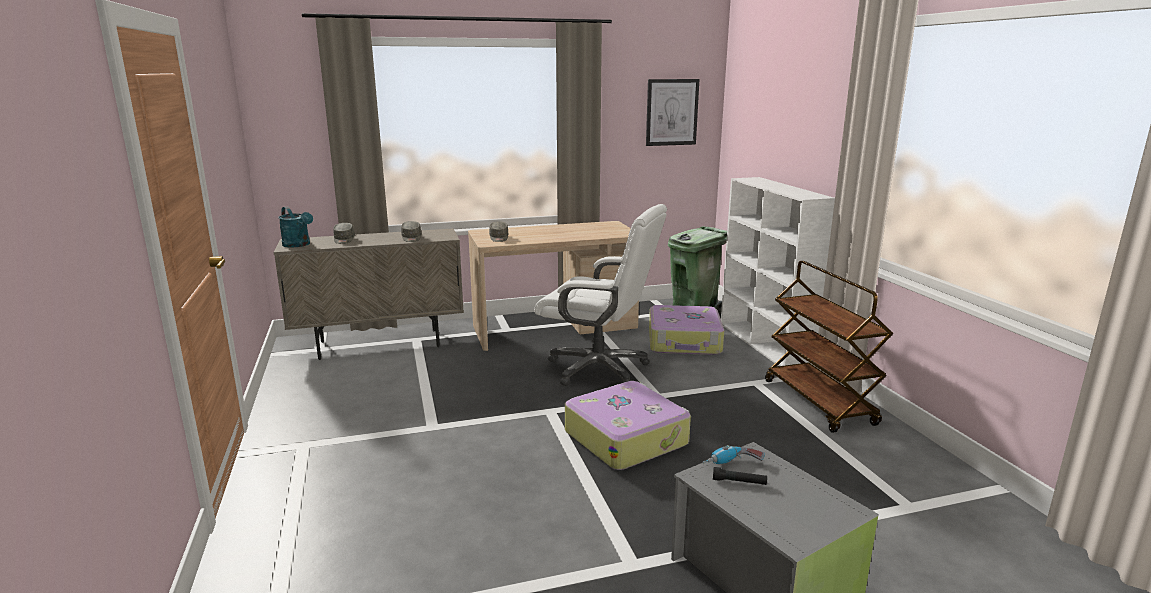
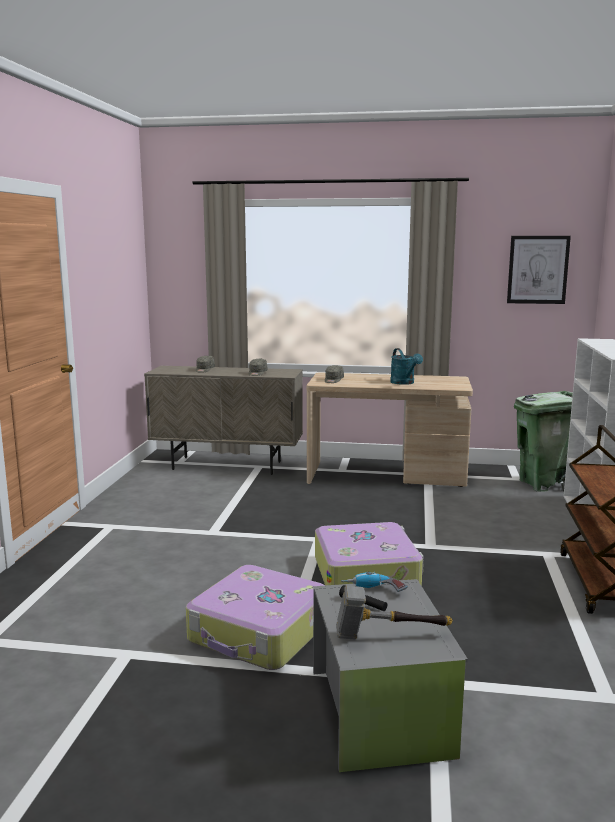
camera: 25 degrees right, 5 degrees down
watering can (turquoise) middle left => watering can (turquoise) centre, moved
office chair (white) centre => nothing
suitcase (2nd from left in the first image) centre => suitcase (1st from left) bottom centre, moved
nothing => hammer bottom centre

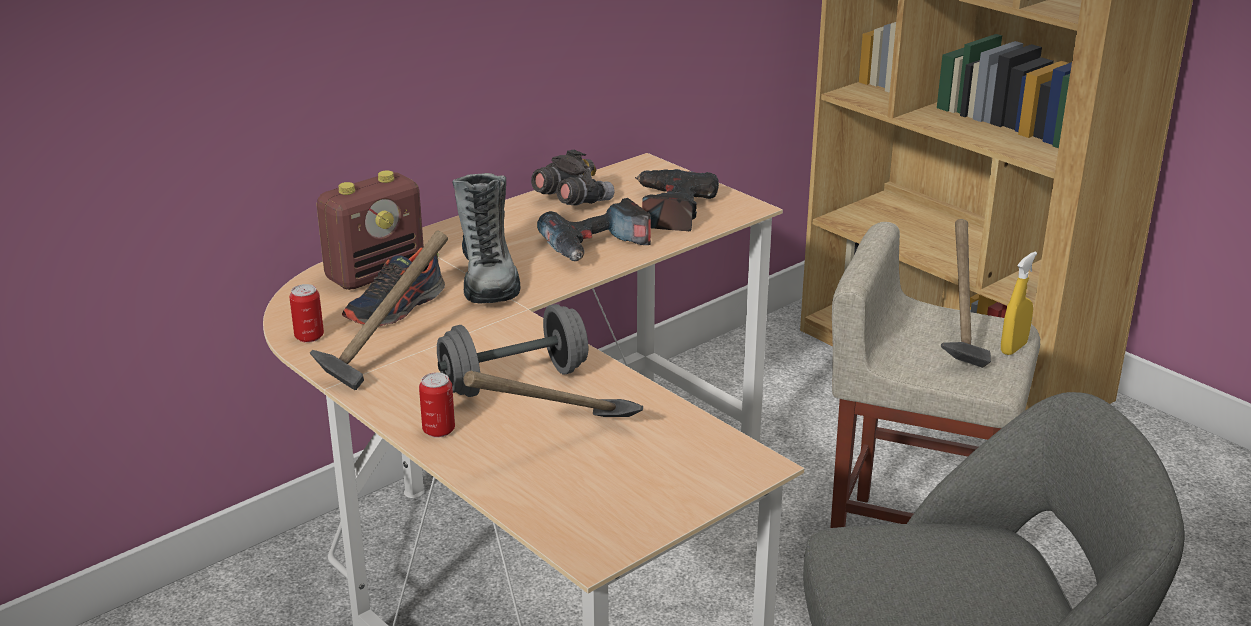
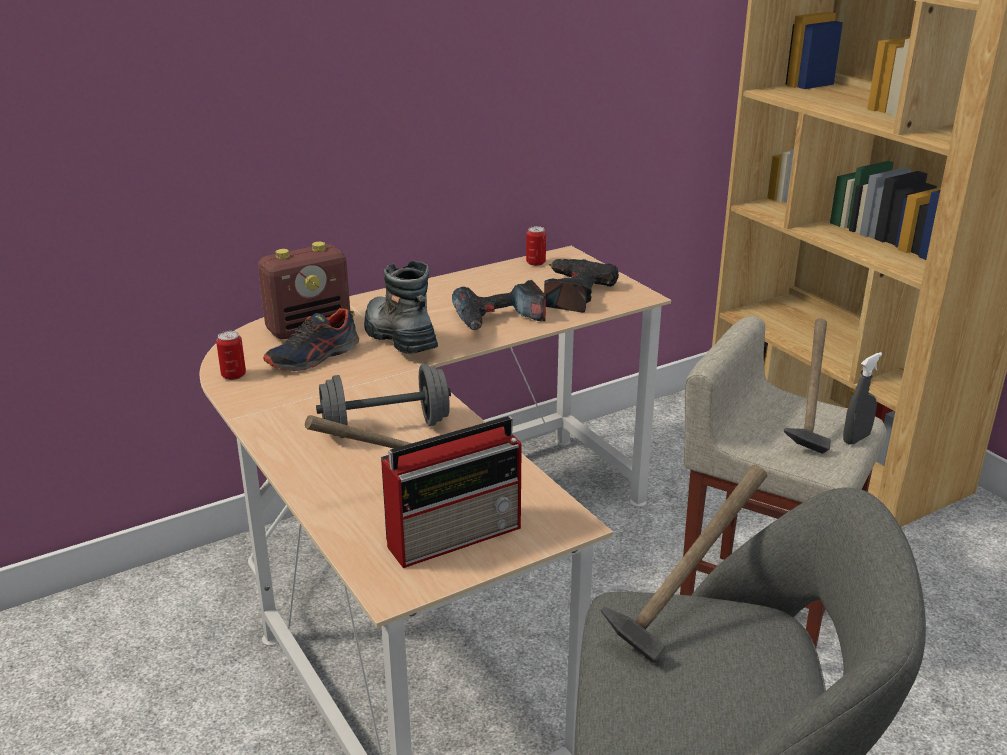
camera: 10 degrees right, 0 degrees up
hammer (1st from left in the first image) middle left => hammer (2nd from left) bottom right, moved
can (2nd from left) centre => can (2nd from left) top centre, moved
boot centre, 150 degrees clockwise
binoculars (grey) top centre => nothing
spray bottle (yellow) middle right => spray bottle (grey) middle right
nothing => radio (2nd from left) centre

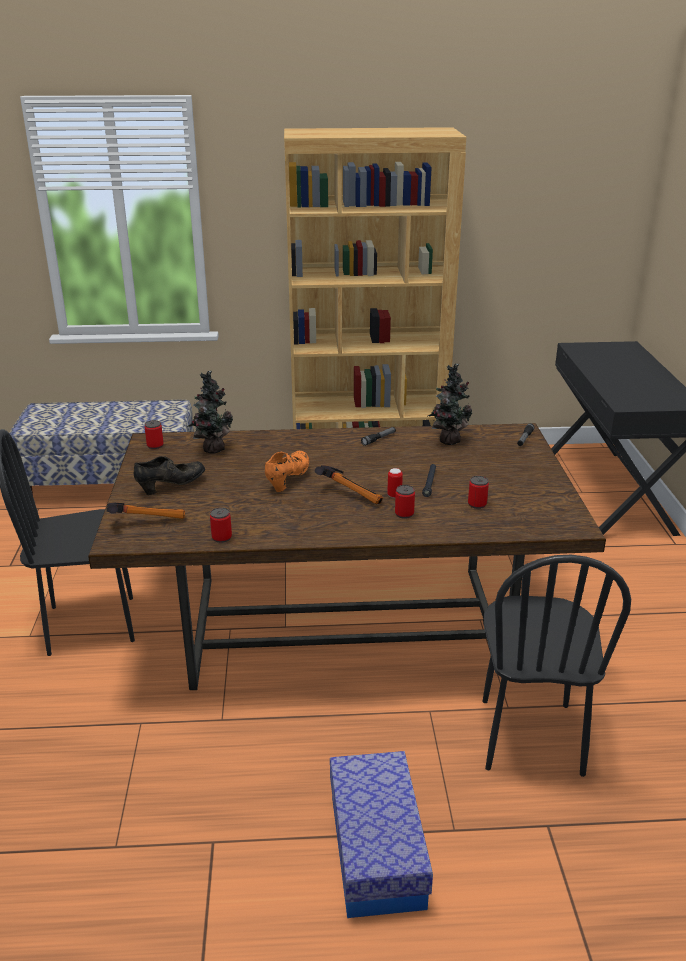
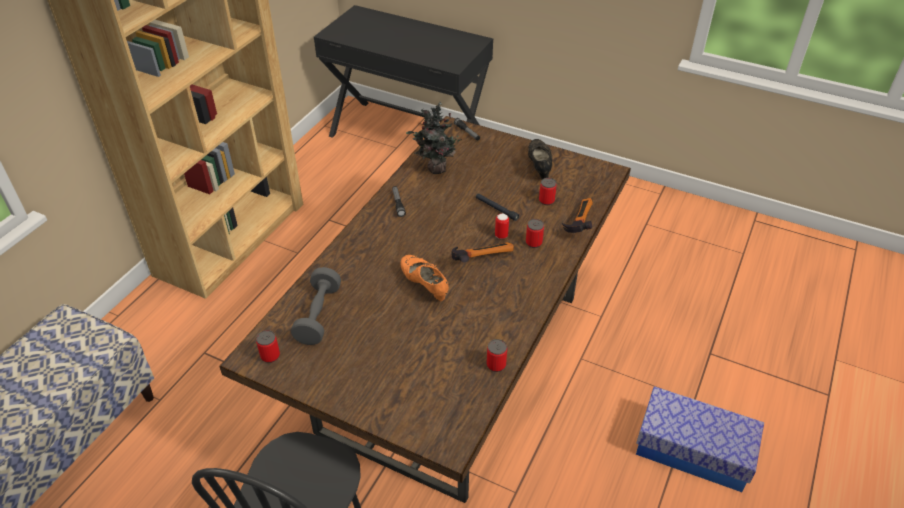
camera: 60 degrees left, 15 degrees up
hammer (1st from left in the first image) middle left => hammer (2nd from left) centre, moved
shoe (black) middle left => shoe (black) top centre, moved
potted plant (1st from left) middle left => dumbbell (grey) centre
chair (black) (2nd from left) bottom right => nothing

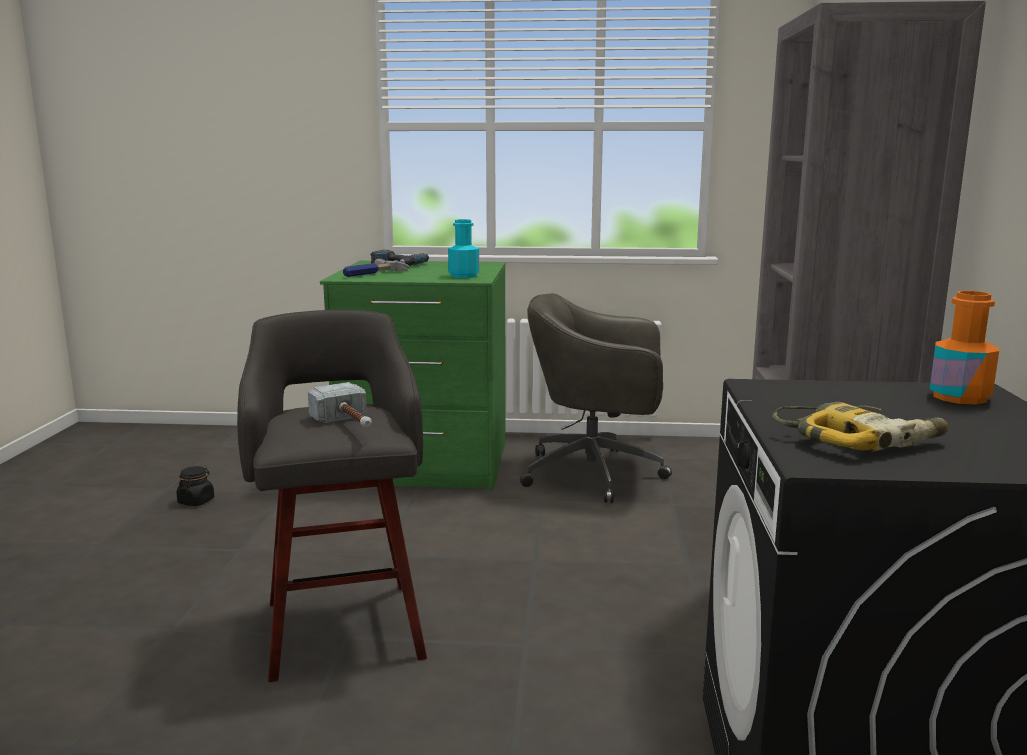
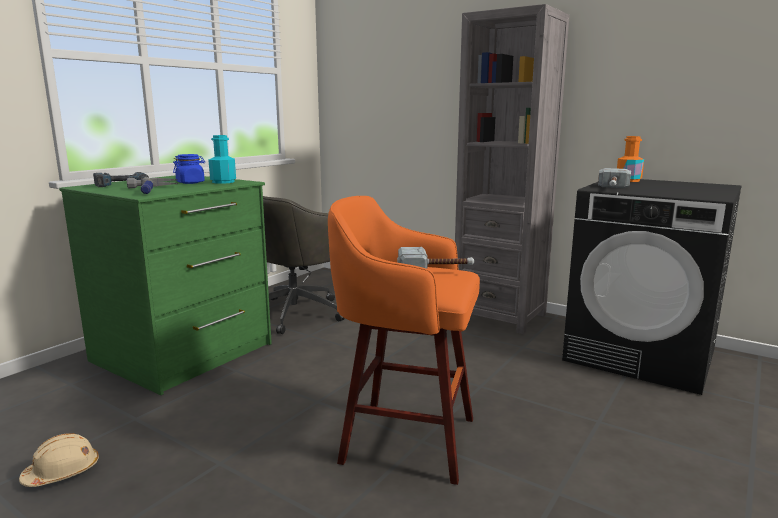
camera: 60 degrees left, 0 degrees up
jar (black) middle left => hard hat (beige) bottom left
stool (grey) middle left => stool (orange) centre
power drill (2nd from left) middle right => nothing
nothing => jar (blue) top left
nothing => hammer (3rd from left) middle right

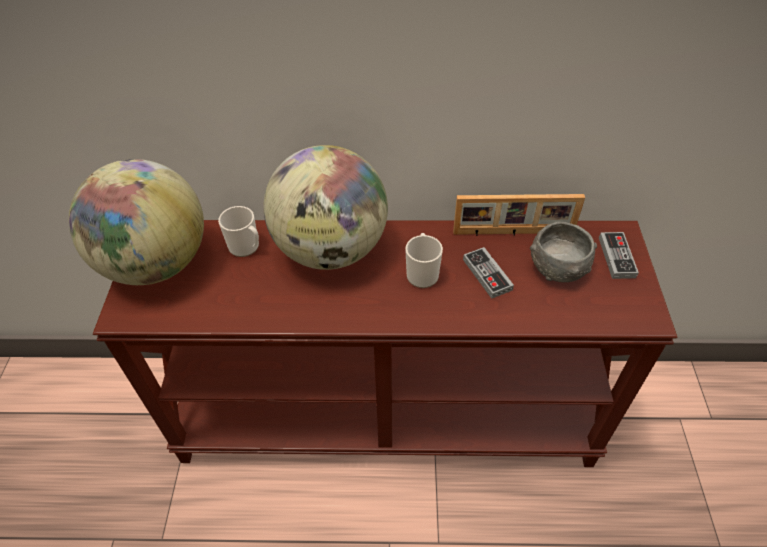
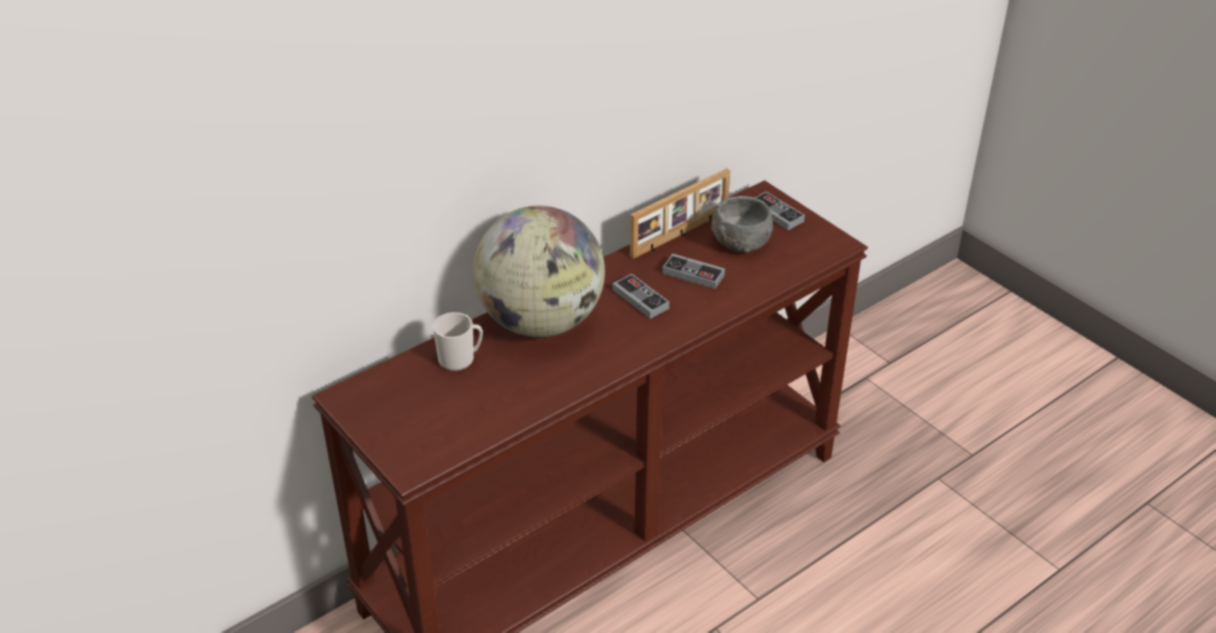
camera: 40 degrees left, 10 degrees down
globe (1st from left) middle left => nothing
mug (2nd from left) centre => game controller (1st from left) centre

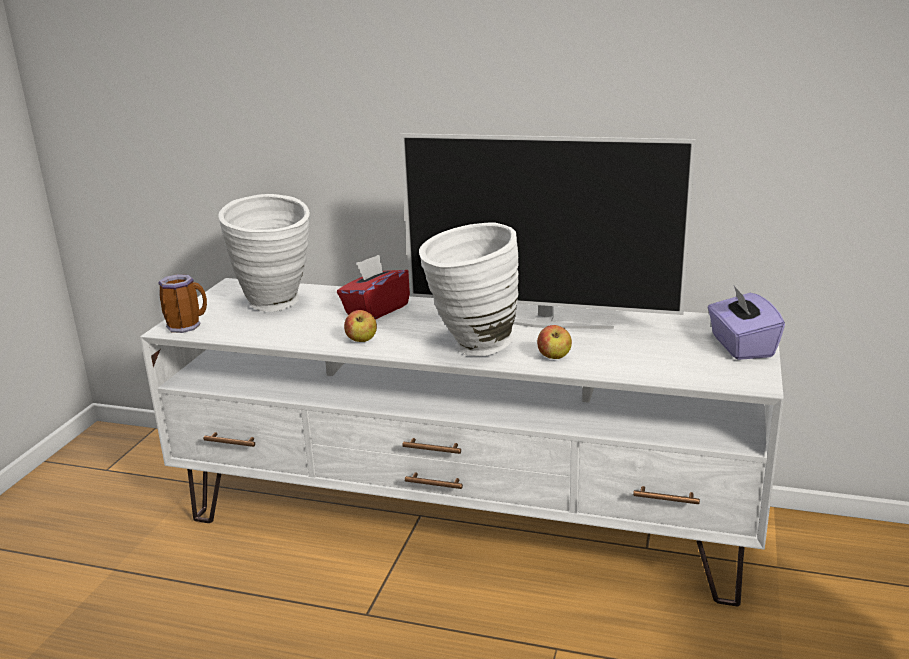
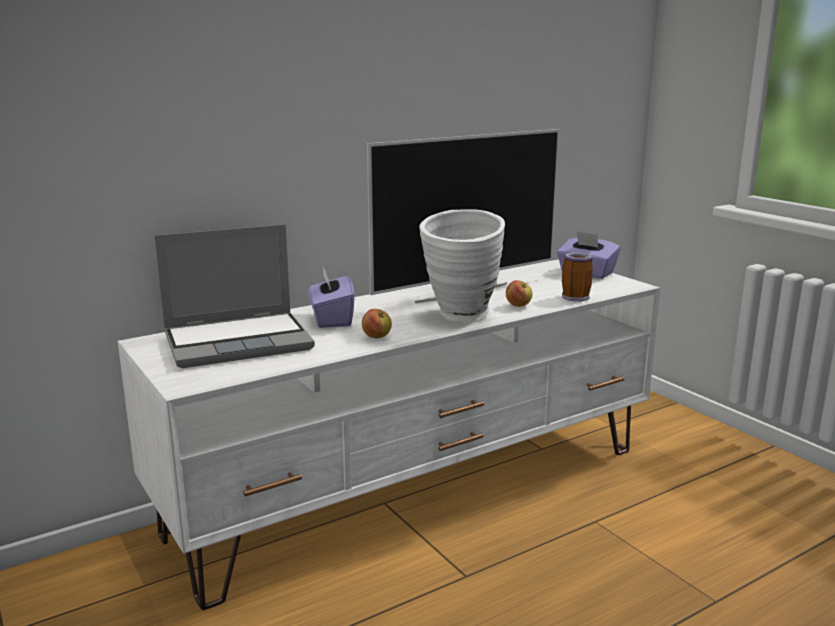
camera: 50 degrees left, 5 degrees down
mug middle left => mug middle right, moved
vase (white) (1st from left) middle left => laptop middle left
tissue box (red) centre => tissue box (purple) (1st from left) centre

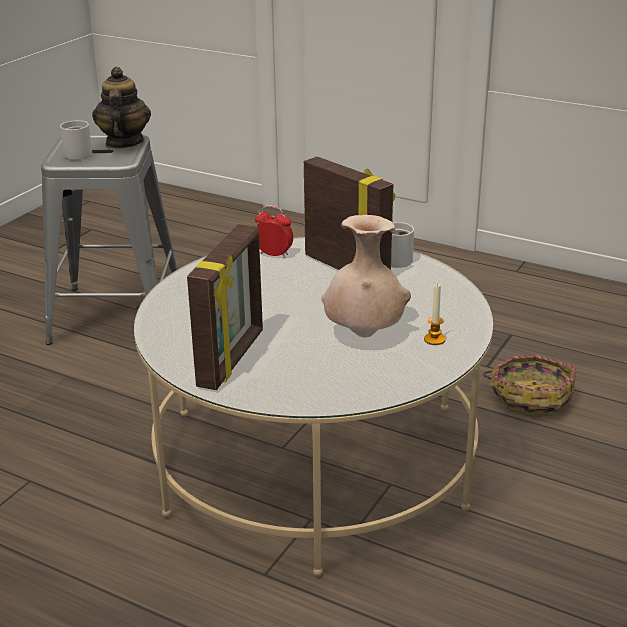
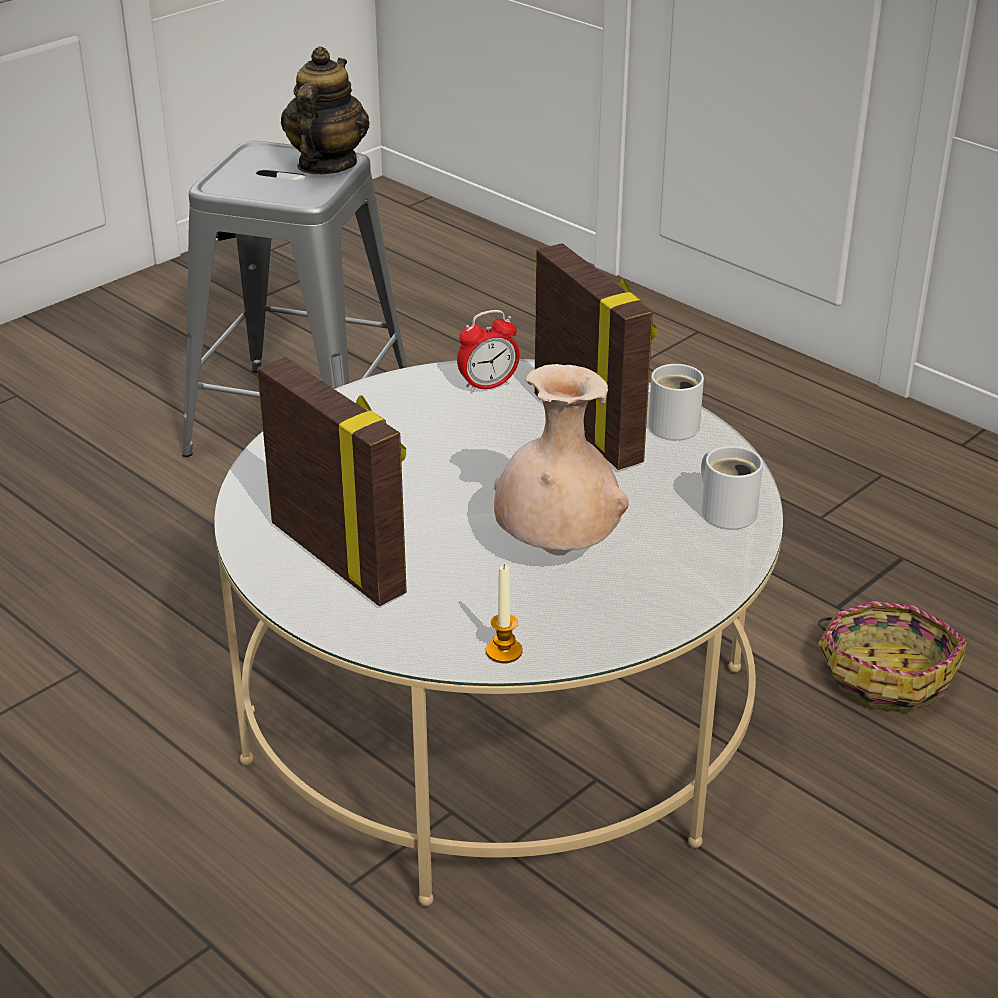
camera: 15 degrees right, 5 degrees up
mug (white) (1st from left in the first image) top left => mug (white) (2nd from left) middle right, moved
picture frame (1st from left) centre => picture frame (1st from left) middle left, 75 degrees counterclockwise
alarm clock centre, 120 degrees clockwise
candle middle right => candle centre, moved

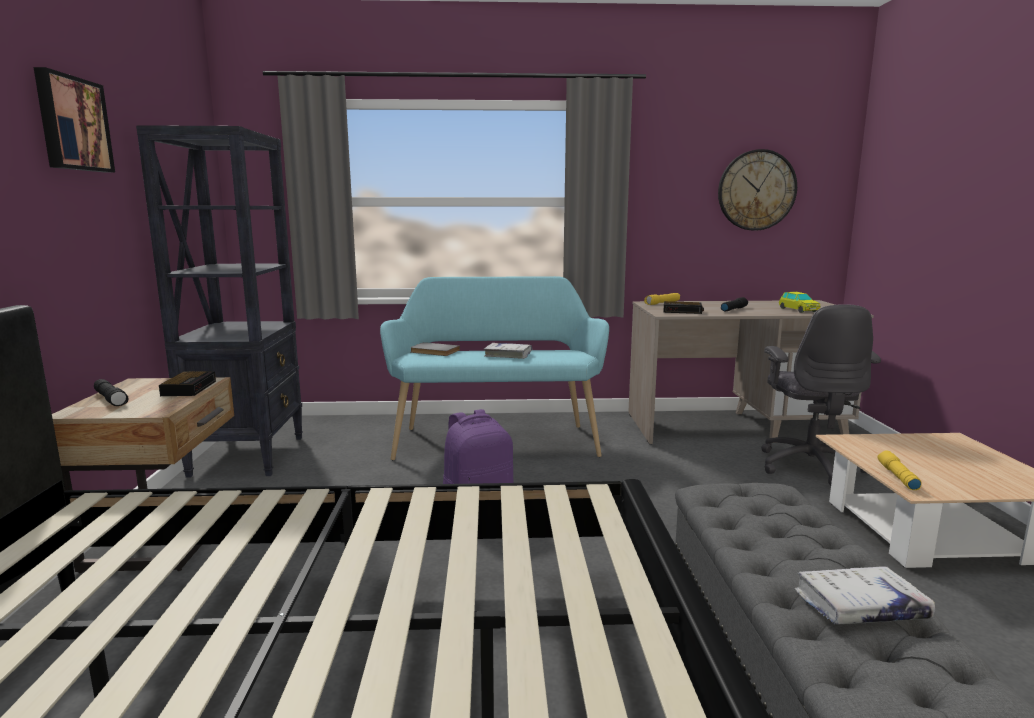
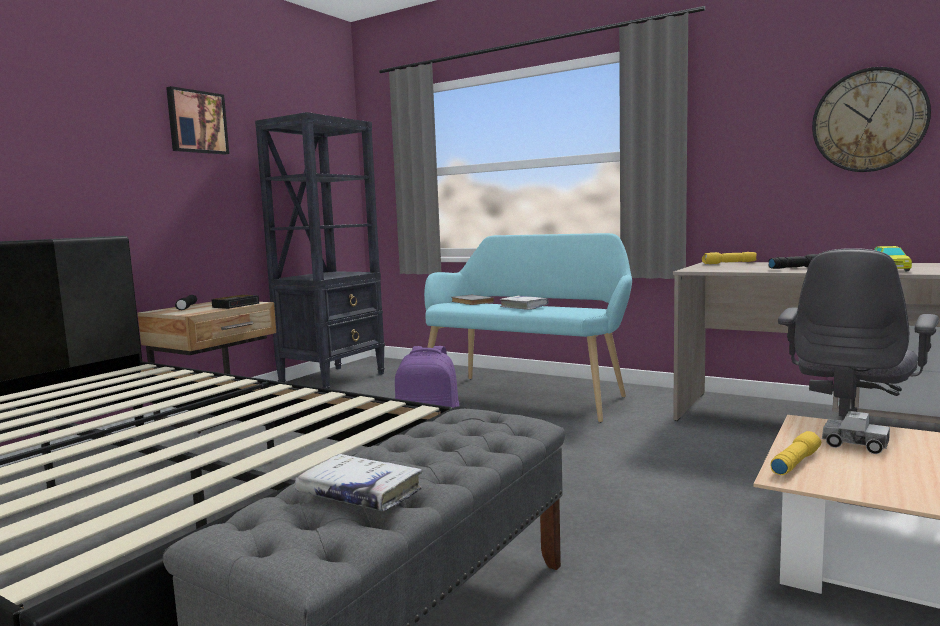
camera: 35 degrees right, 5 degrees down
alarm clock (2nd from left) centre => nothing
nothing => toy truck bottom right

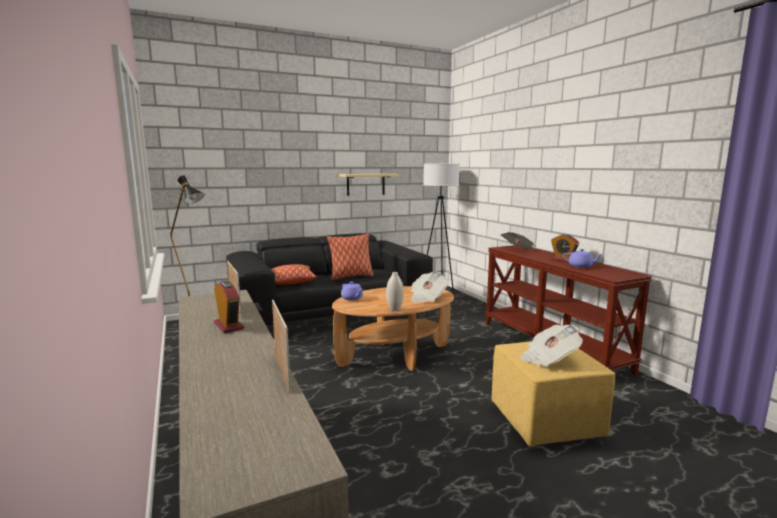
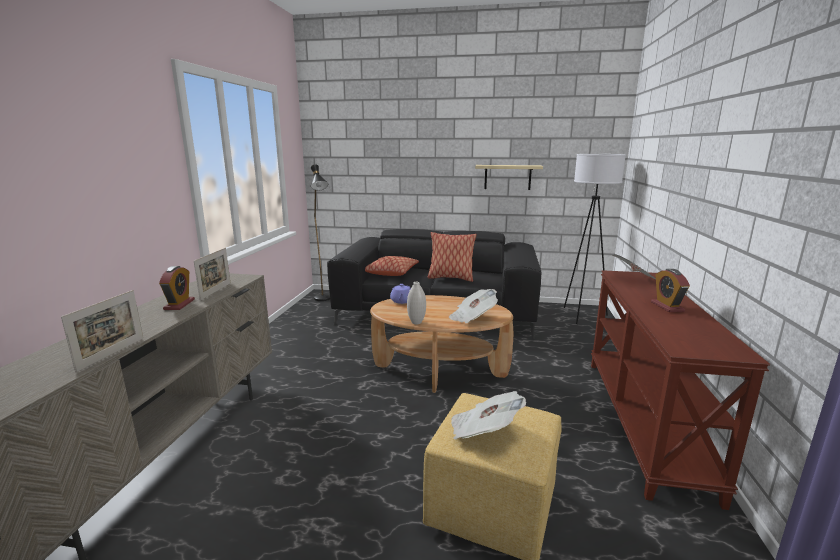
camera: 35 degrees right, 5 degrees up
teapot (purple) (2nd from left) middle right => nothing

